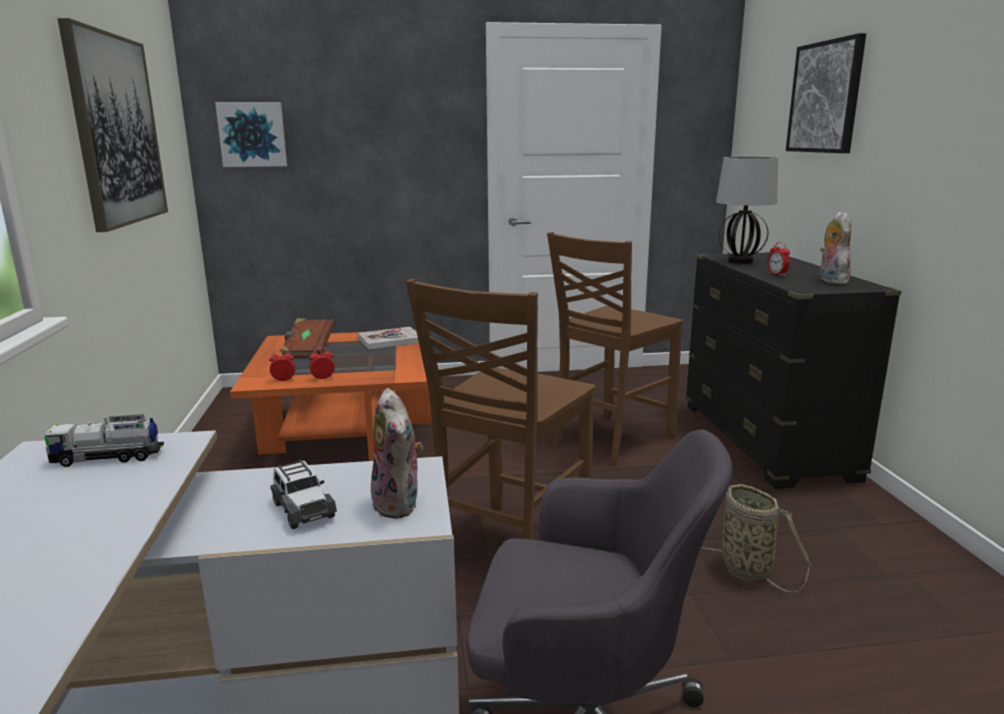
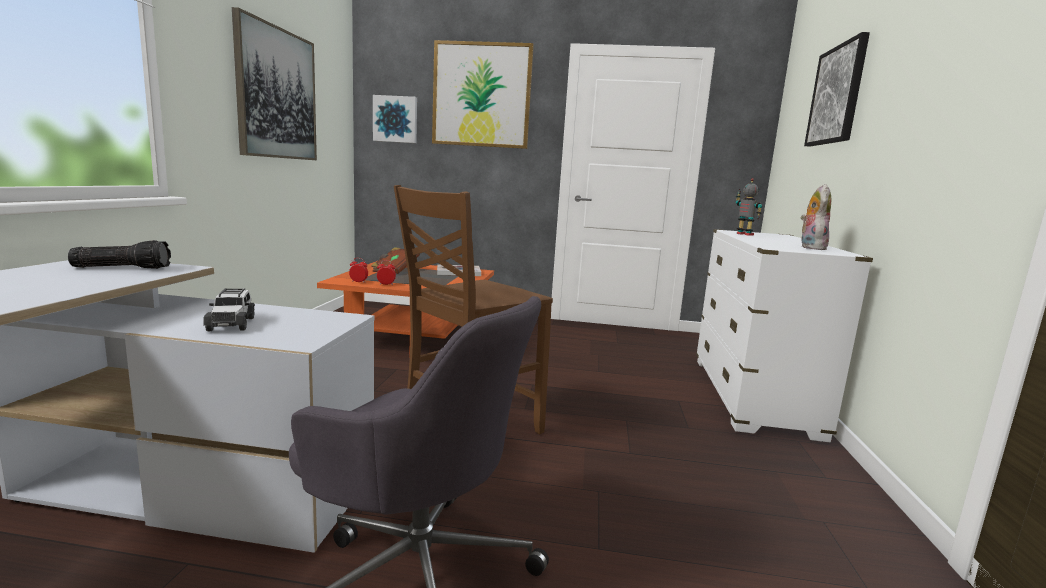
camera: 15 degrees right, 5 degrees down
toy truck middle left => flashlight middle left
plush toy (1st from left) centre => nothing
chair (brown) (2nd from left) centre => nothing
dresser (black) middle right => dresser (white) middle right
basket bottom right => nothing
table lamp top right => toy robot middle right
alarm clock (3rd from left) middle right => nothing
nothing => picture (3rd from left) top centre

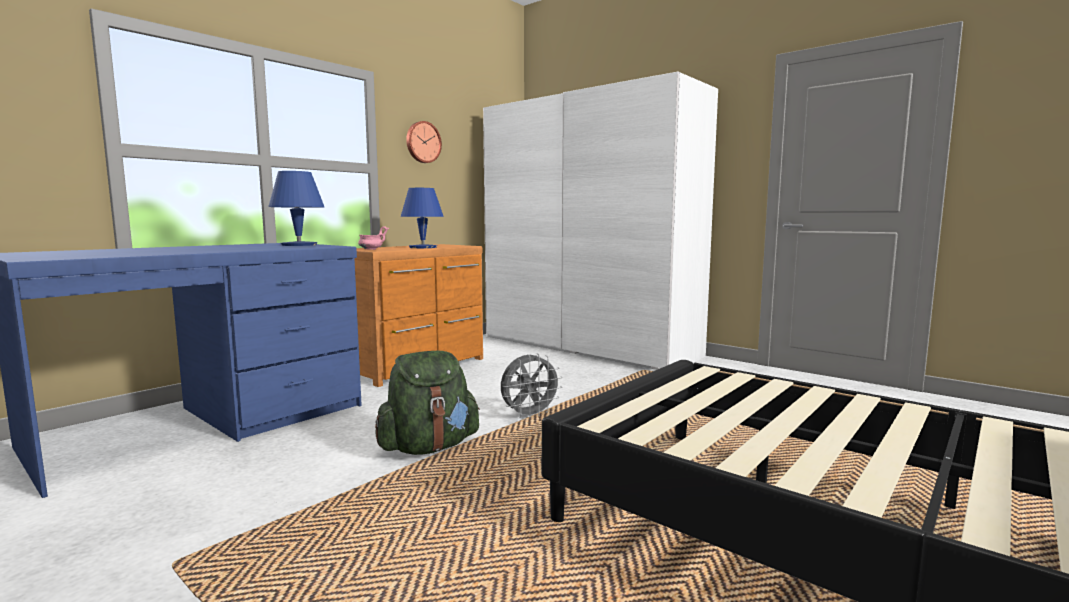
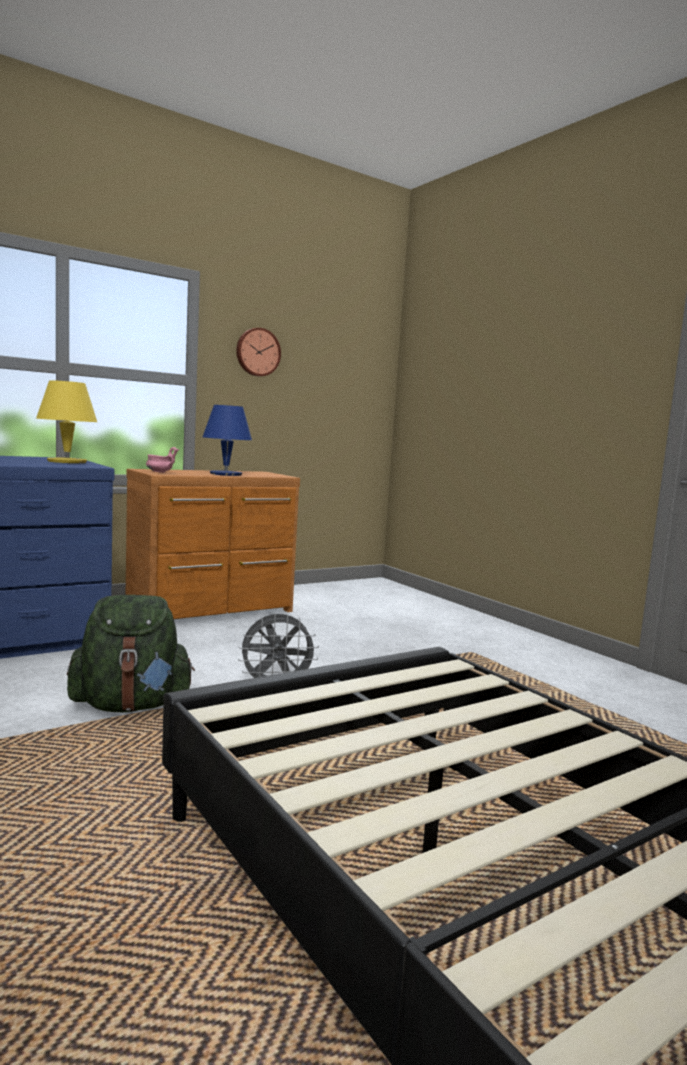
camera: 15 degrees right, 0 degrees up
table lamp (blue) (1st from left) middle left => table lamp (yellow) middle left
wardrobe (white) centre => nothing

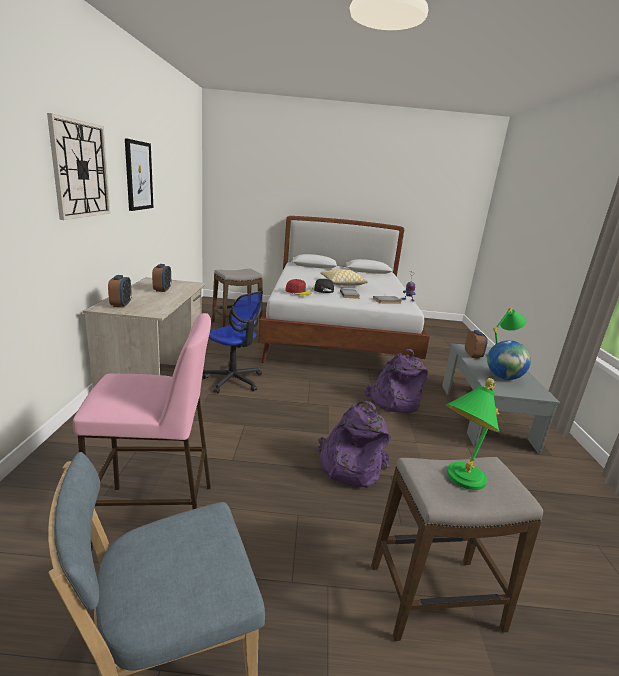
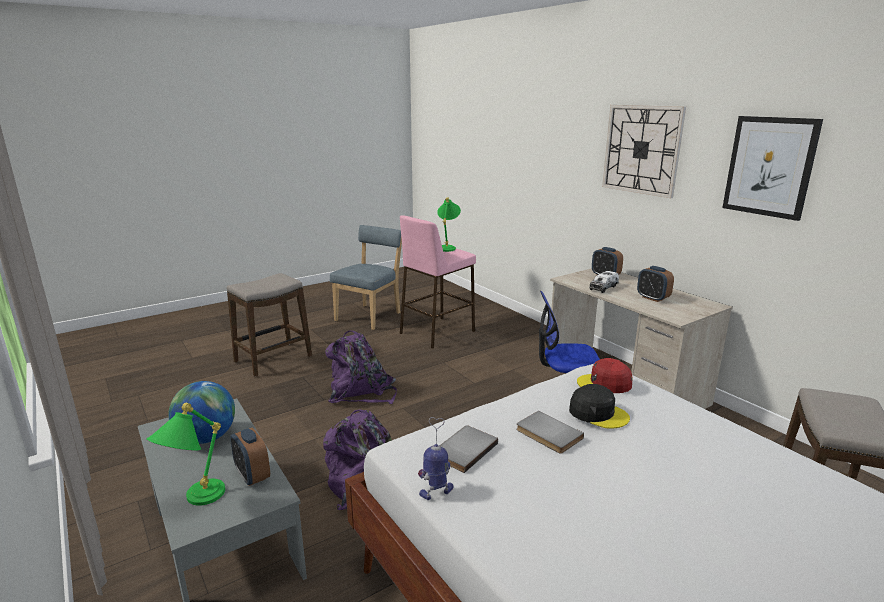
camera: 145 degrees right, 0 degrees up
pillow centre => nothing
table lamp (green) (1st from left in the first image) middle right => table lamp (green) (2nd from left) centre, moved
nothing => toy truck middle right

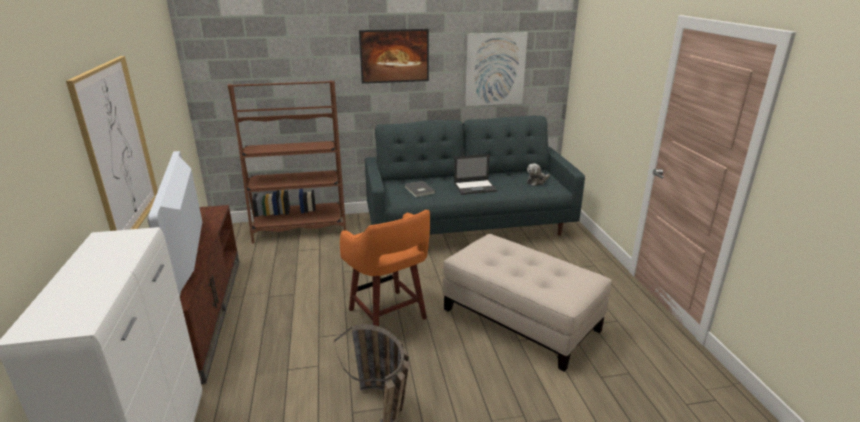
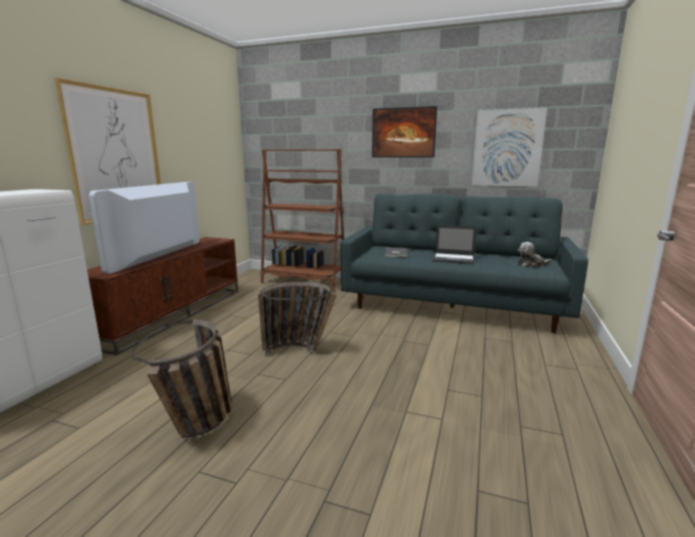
camera: 30 degrees right, 10 degrees down
stool (orange) centre => basket (2nd from left) centre
ottoman (beige) bottom centre => nothing

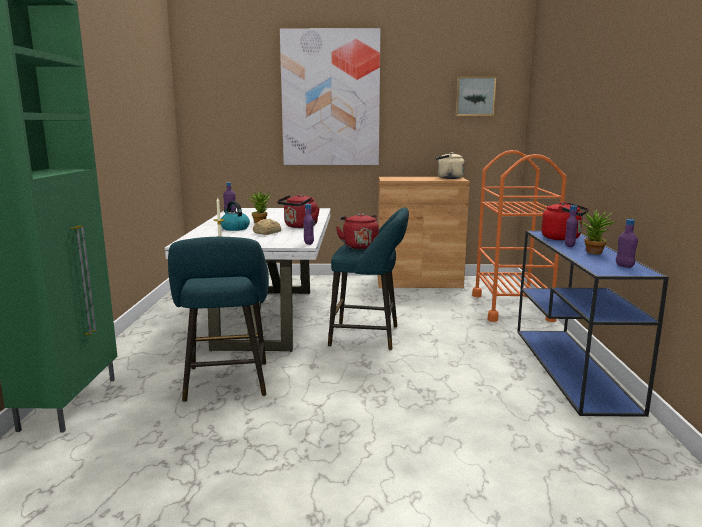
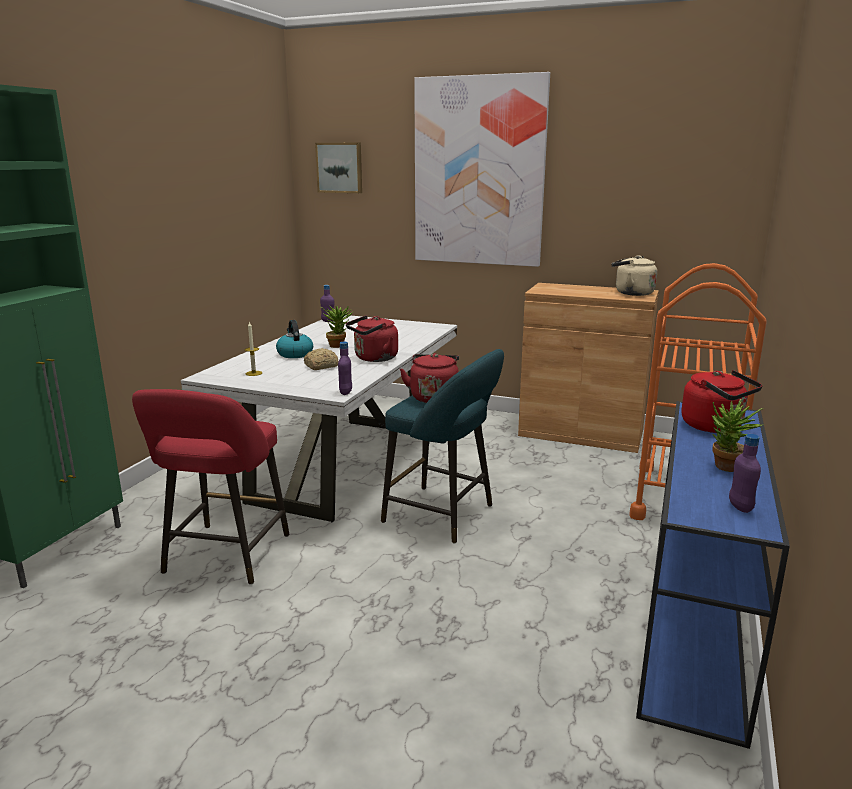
camera: 20 degrees right, 5 degrees up
stool (turquoise) (1st from left) middle left => stool (red) middle left
picture (2nd from left in the first image) top right => picture (1st from left) top centre, moved
bottle (purple) (3rd from left) middle right => nothing

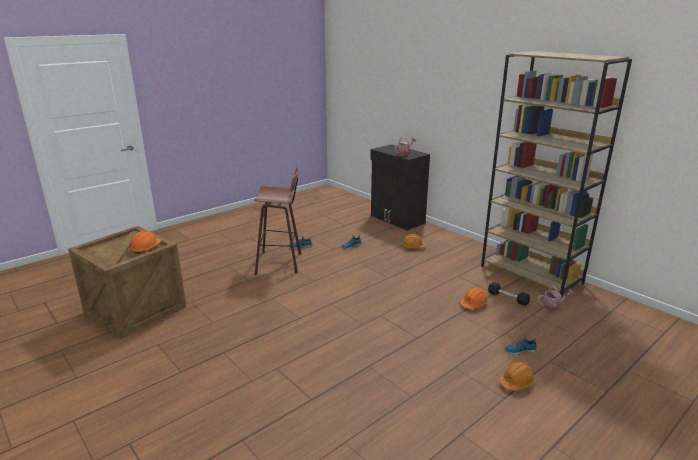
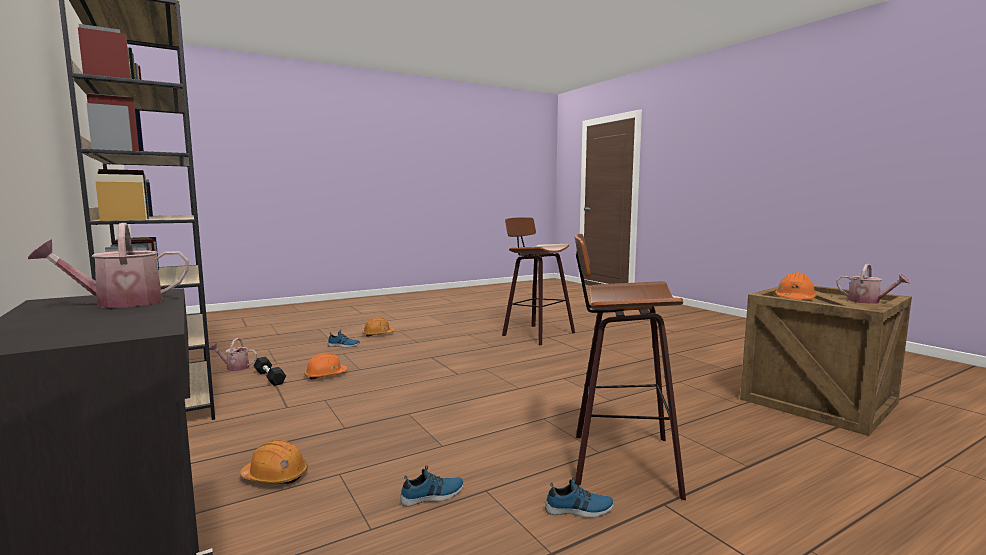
camera: 170 degrees left, 15 degrees down
nothing => stool (1st from left) centre
nothing => watering can (3rd from left) middle right

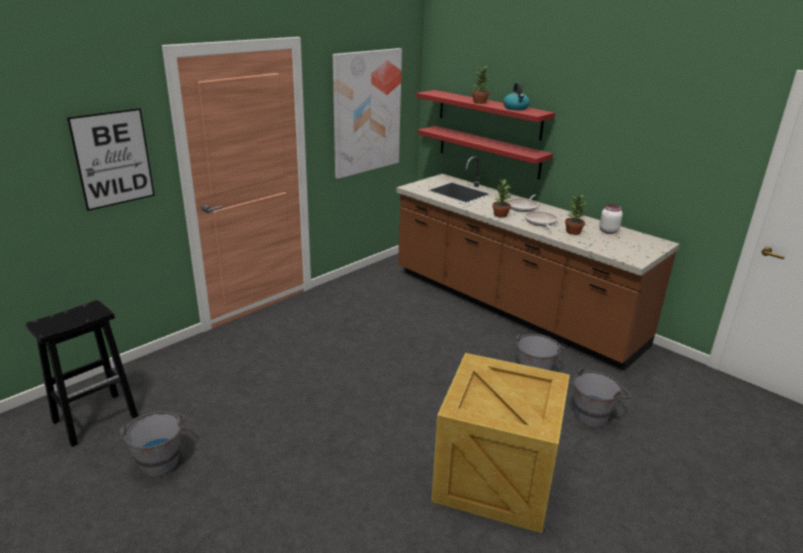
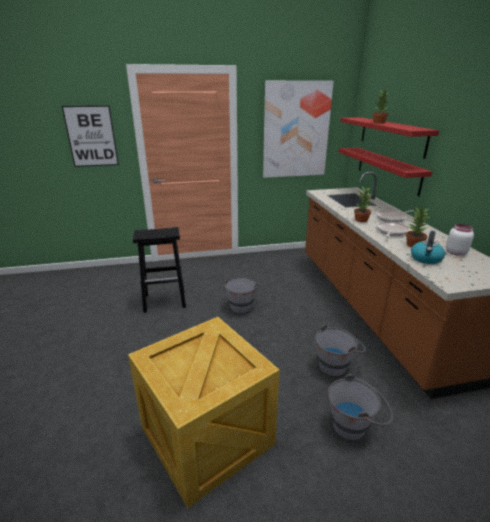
camera: 35 degrees right, 0 degrees up
stool (black) bottom left => stool (black) middle left, moved
bucket (grey) (1st from left) bottom left => bucket (grey) (1st from left) centre, moved
kettle top centre => kettle middle right, moved

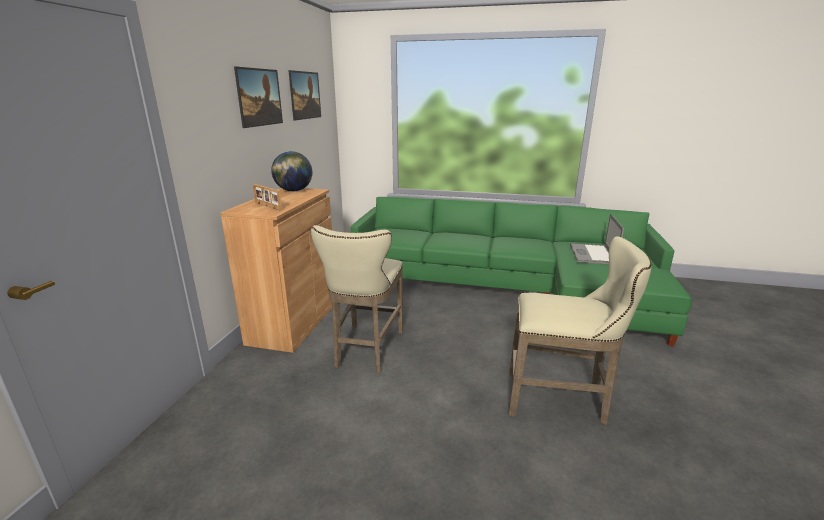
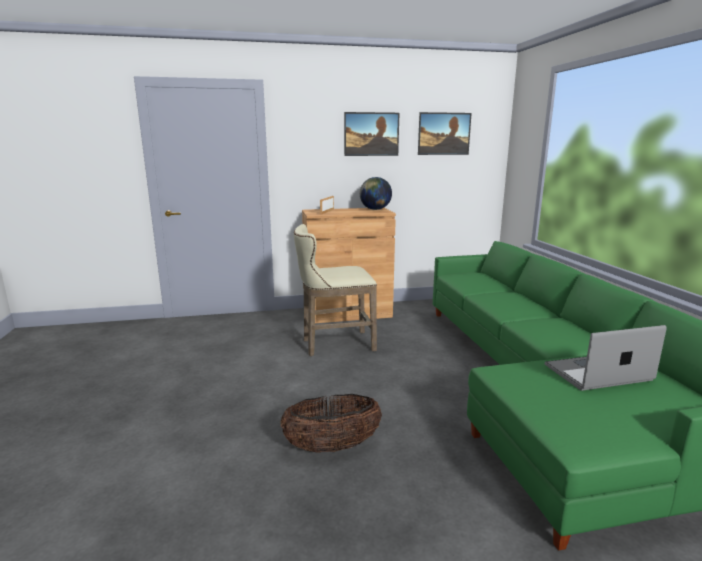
camera: 65 degrees right, 5 degrees down
stool (beige) (2nd from left) middle right => basket bottom centre

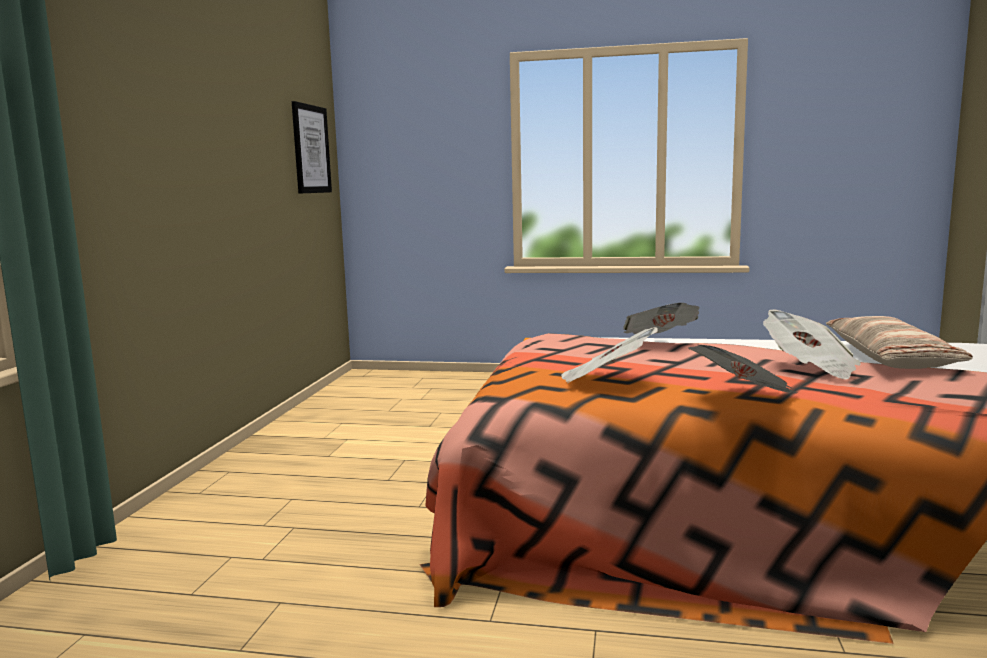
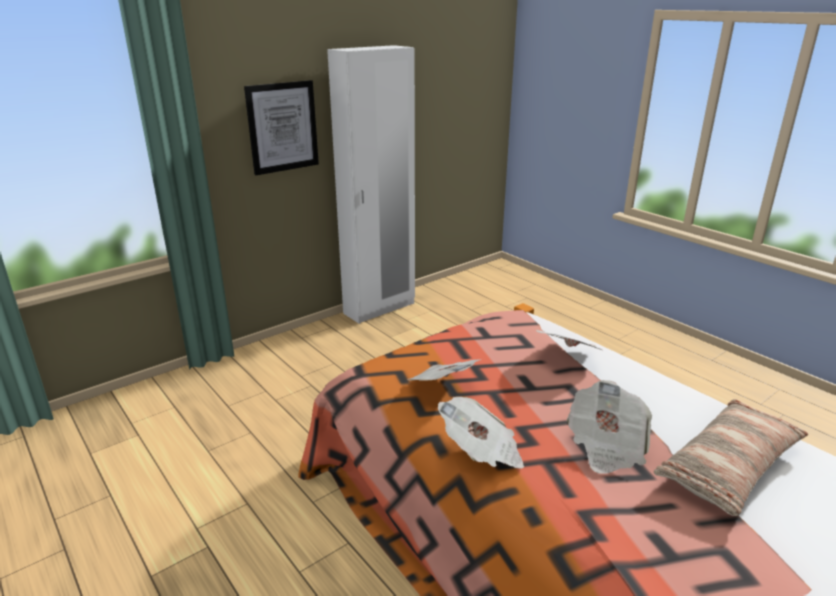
camera: 40 degrees right, 15 degrees up
picture top left => picture top centre, moved
nothing => wardrobe (white) top centre

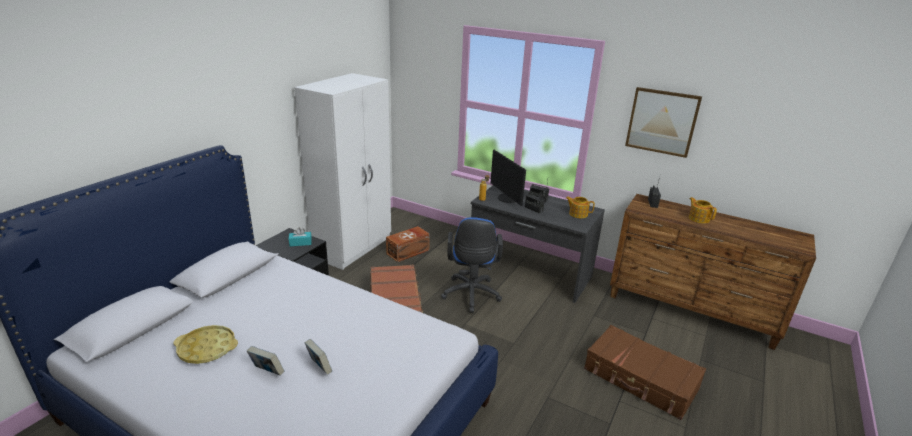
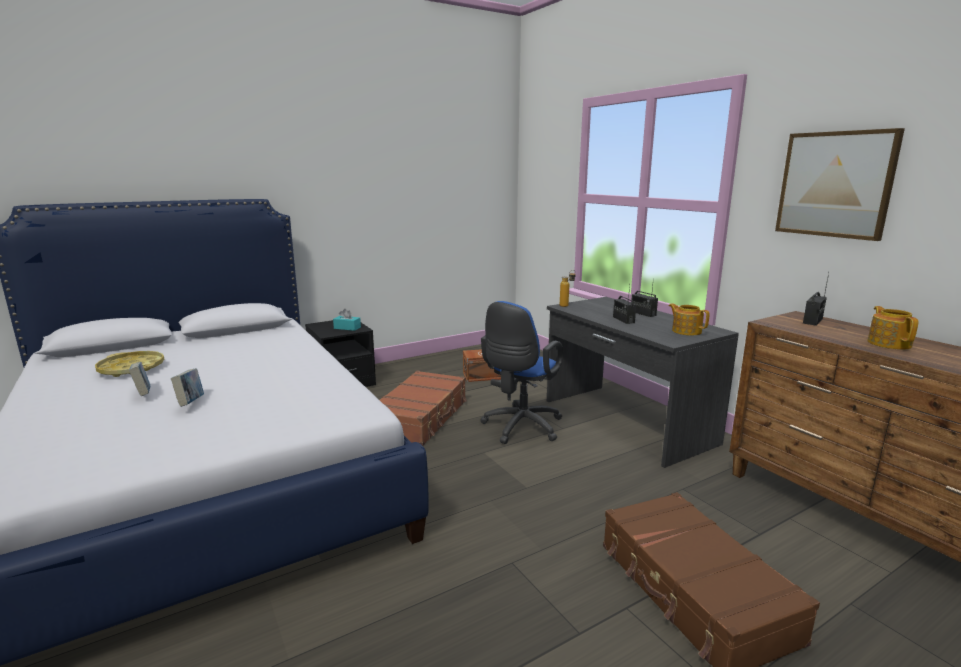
camera: 30 degrees right, 10 degrees down
wardrobe (white) centre => nothing
monitor centre => nothing

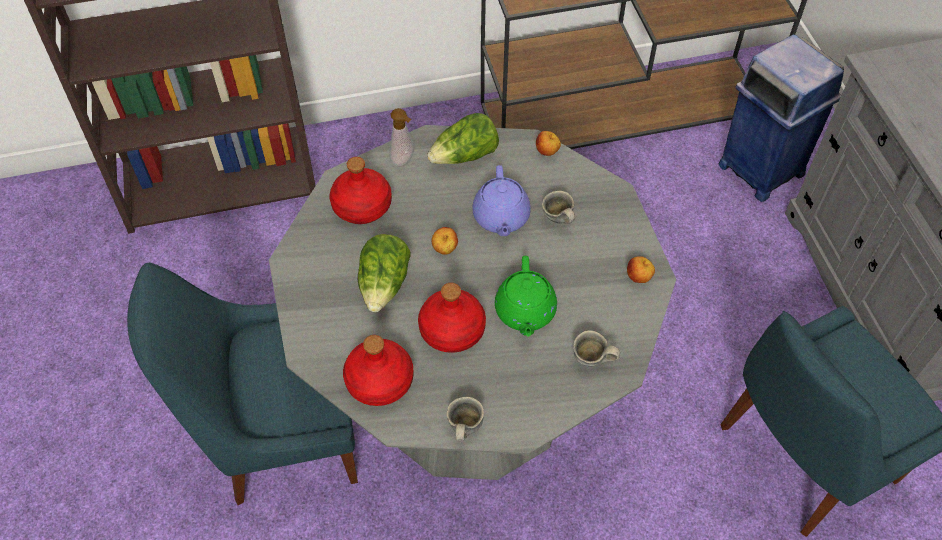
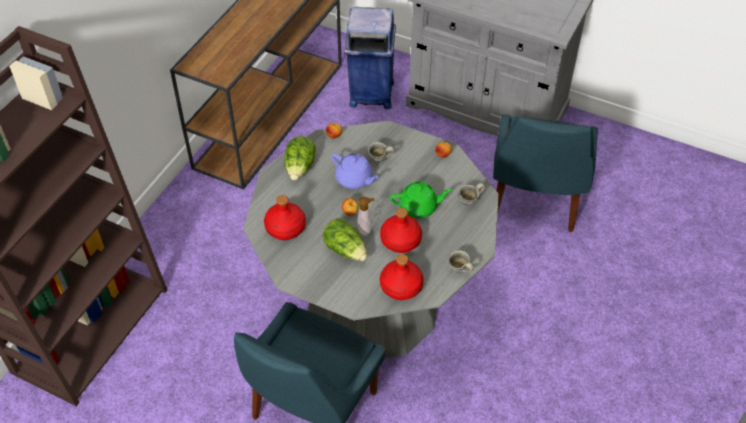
camera: 50 degrees left, 5 degrees down
soap dispenser top centre => soap dispenser centre, moved
teapot (green) centre, 45 degrees counterclockwise

